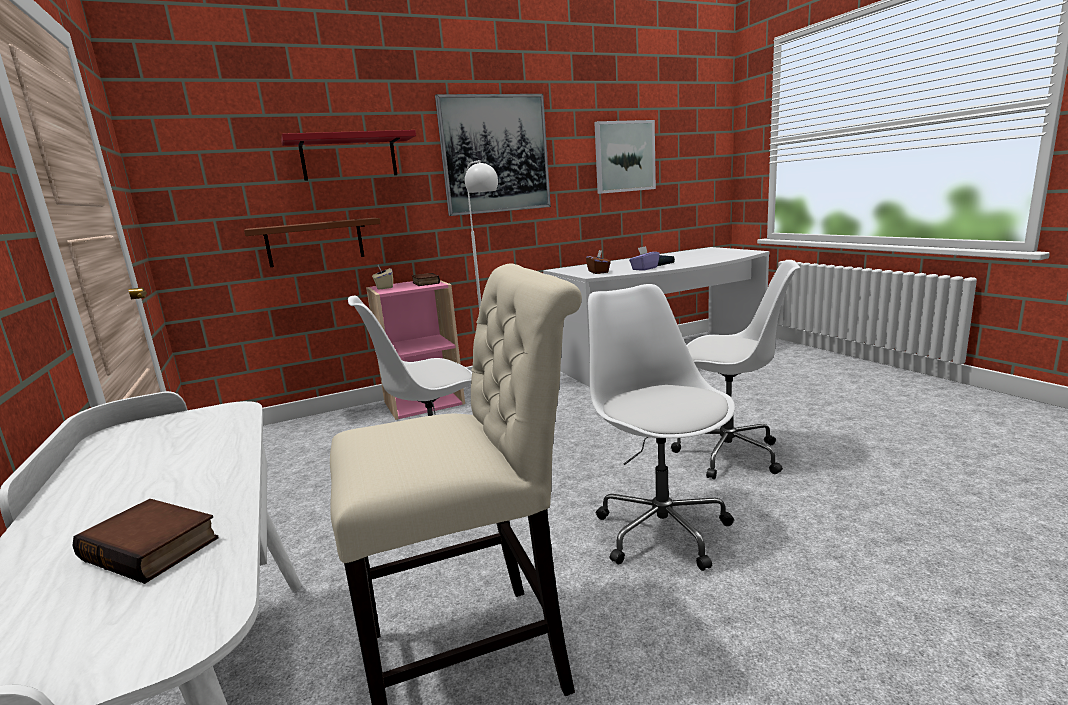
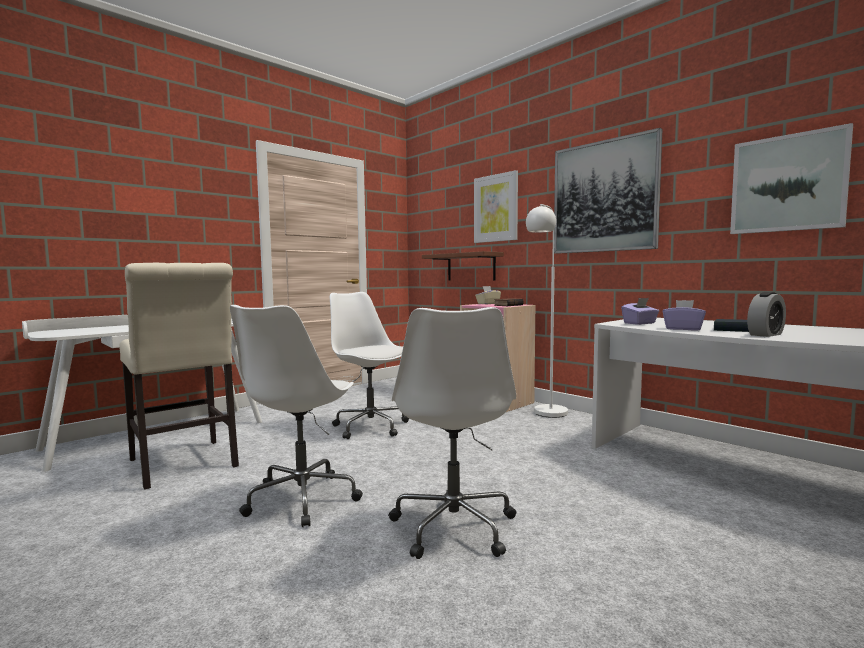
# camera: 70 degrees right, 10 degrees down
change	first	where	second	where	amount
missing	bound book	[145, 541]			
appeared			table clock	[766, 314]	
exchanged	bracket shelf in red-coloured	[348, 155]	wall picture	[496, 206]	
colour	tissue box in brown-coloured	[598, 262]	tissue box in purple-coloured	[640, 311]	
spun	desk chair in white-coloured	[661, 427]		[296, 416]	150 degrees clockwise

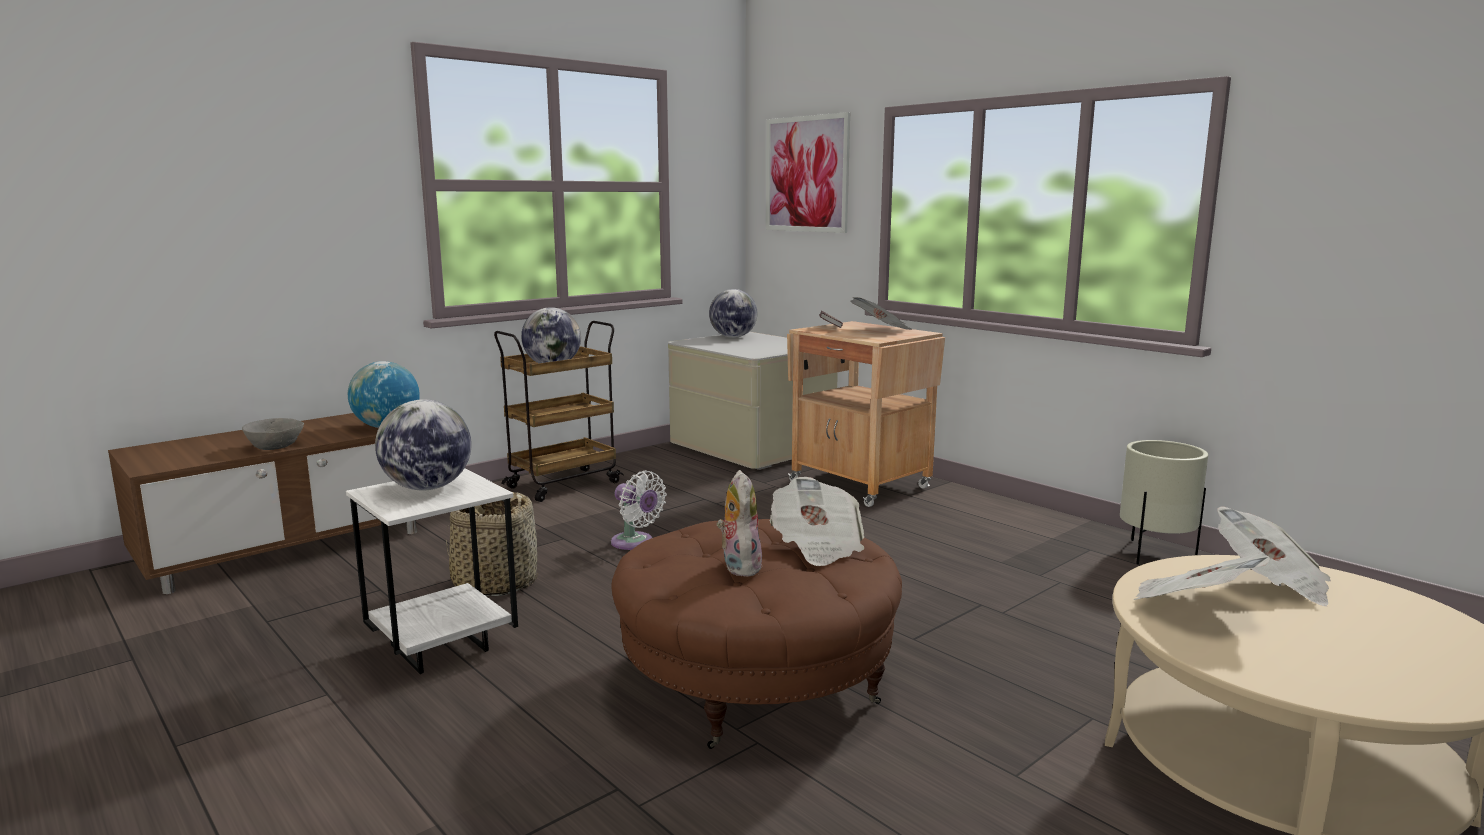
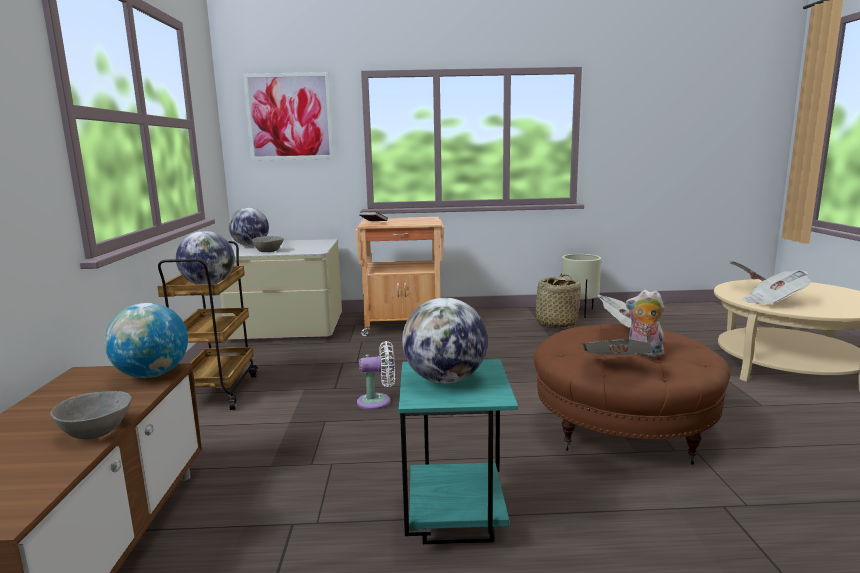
# camera: 50 degrees left, 0 degrees up
change	first	where	second	where	amount
appeared			bowl in greyish	[268, 244]	
relocated	storage basket	[492, 544]		[556, 301]	
relocated	printed paper	[881, 313]		[617, 347]	
colour	accent table in white-coloured	[432, 571]	accent table in turquoise	[458, 451]	

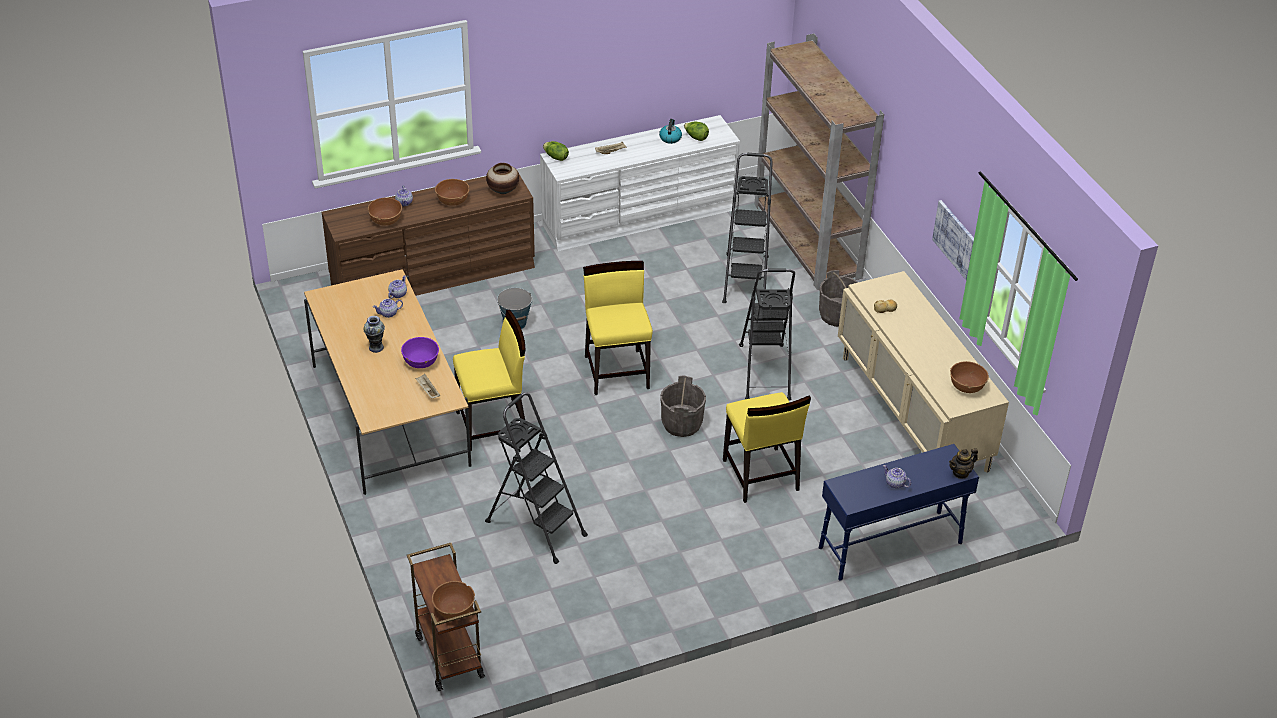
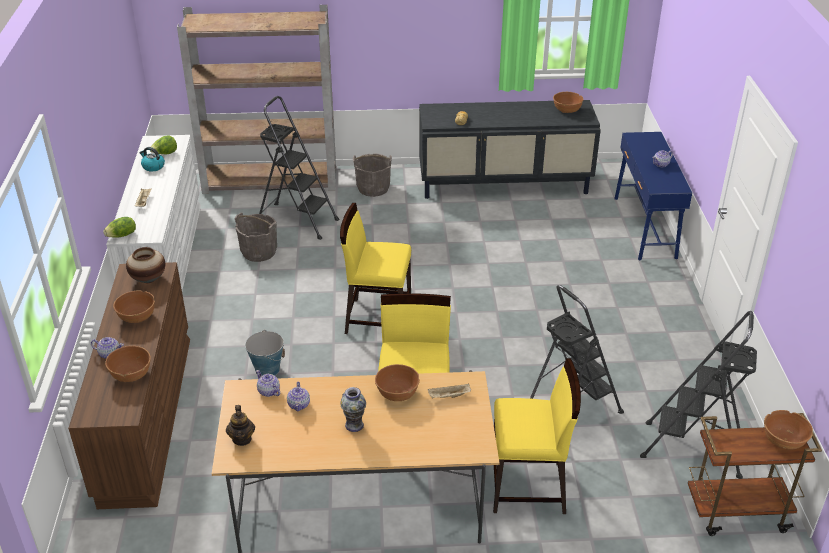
# camera: 70 degrees left, 5 degrees down
change	first	where	second	where	amount
missing	wall picture	[953, 240]			
relocated	bucket in greyish	[683, 406]		[256, 237]	
relocated	upright chair in yellowish	[767, 447]		[537, 436]	
relocated	step stool	[767, 335]		[698, 395]	
relocated	pot for tea	[963, 463]		[240, 425]	
colour	bowl in purple-coloured	[420, 352]	bowl in brown-coloured	[397, 382]	
colour	storage cabinet in sand-coloured	[923, 371]	storage cabinet in black	[510, 149]	

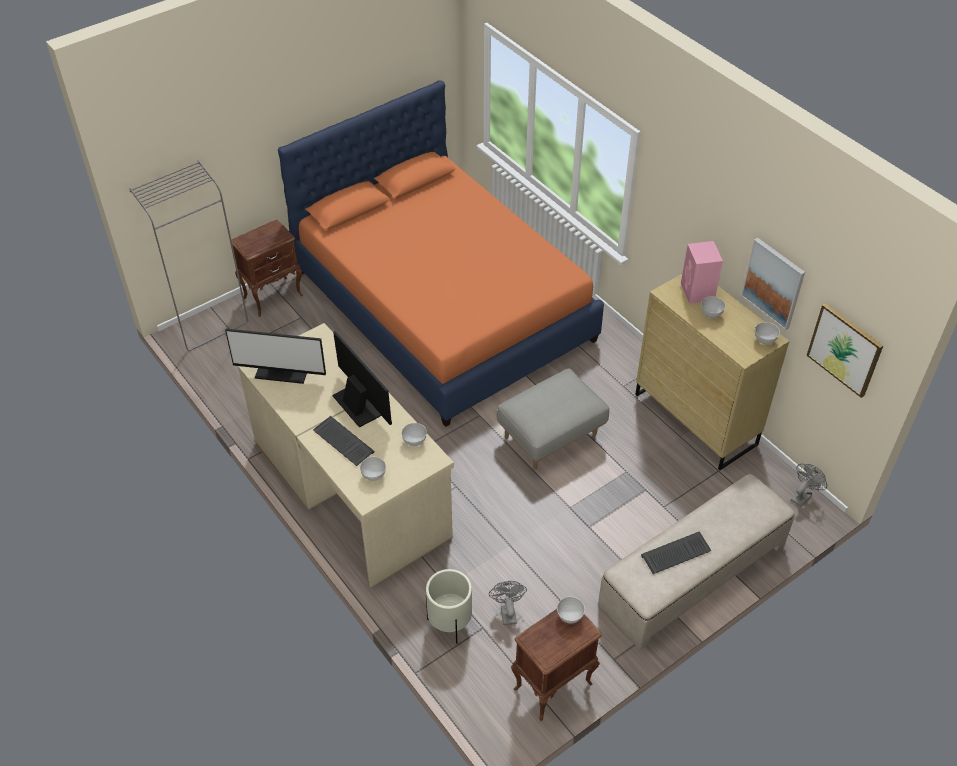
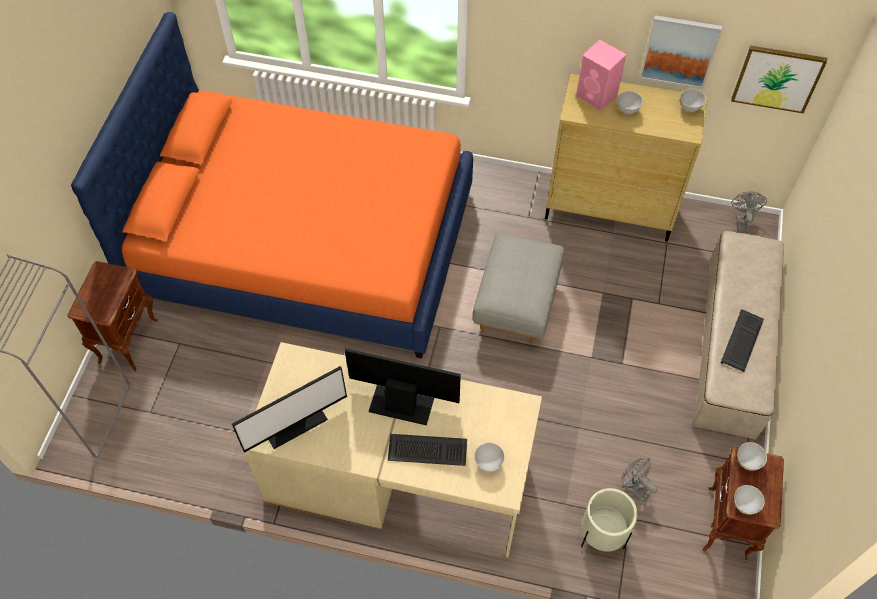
# camera: 40 degrees left, 10 degrees up
change	first	where	second	where	amount
relocated	bowl in greyish	[414, 434]		[749, 500]	

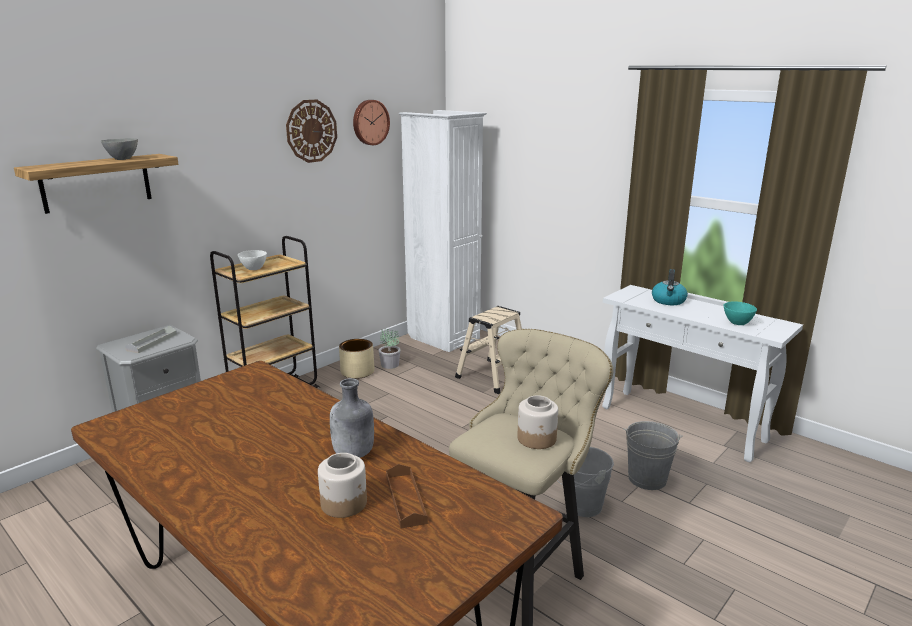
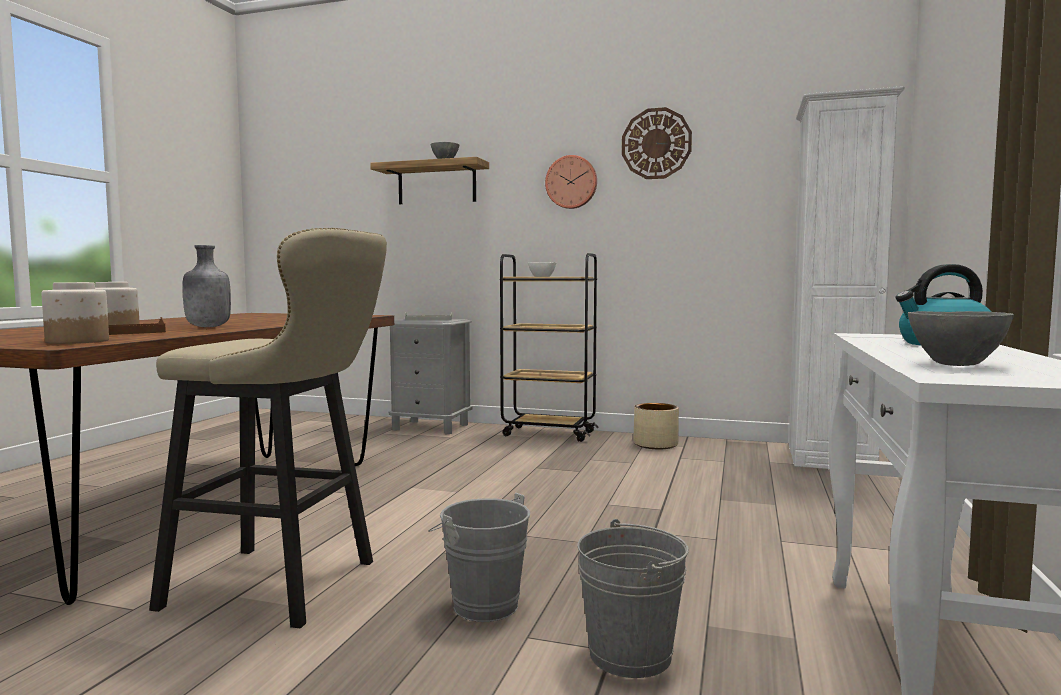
# camera: 65 degrees right, 15 degrees down
change	first	where	second	where	amount
missing	houseplant	[390, 349]			
missing	step stool in sand-coloured	[488, 350]			
relocated	hanging clock	[371, 122]		[571, 182]	
relocated	storage jar	[537, 422]		[75, 313]	
colour	bowl in turquoise	[740, 313]	bowl in greyish	[961, 338]	

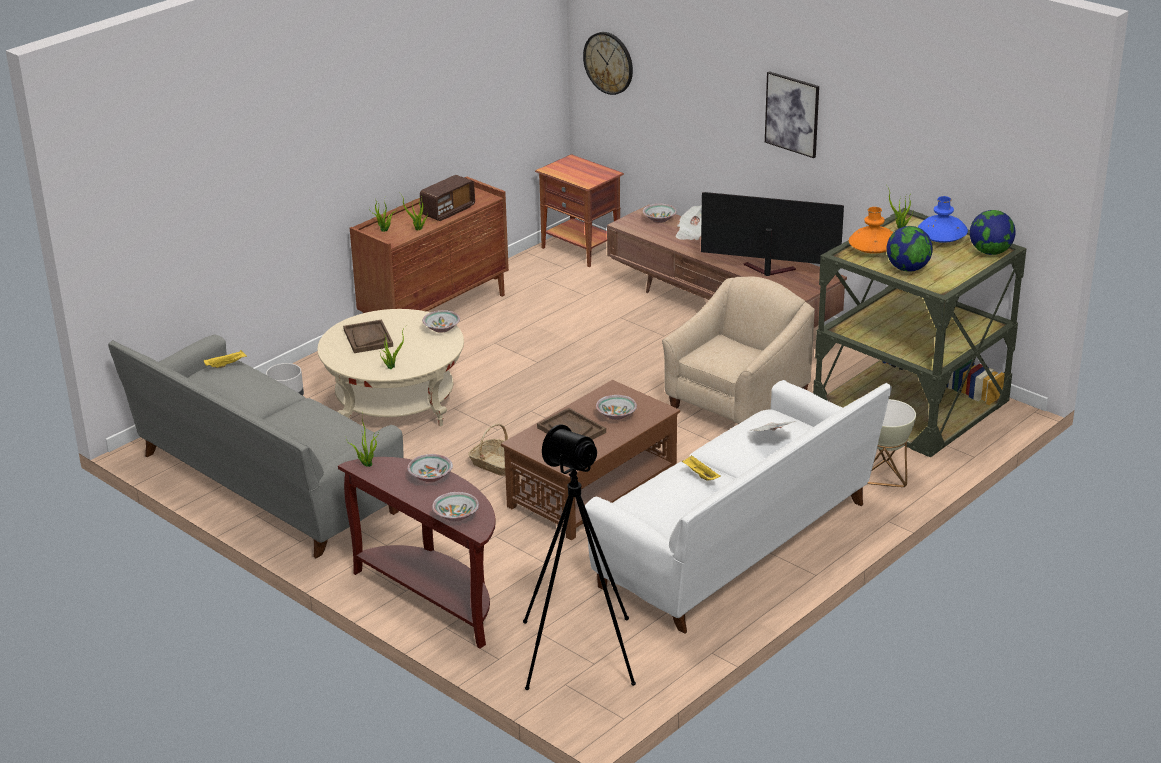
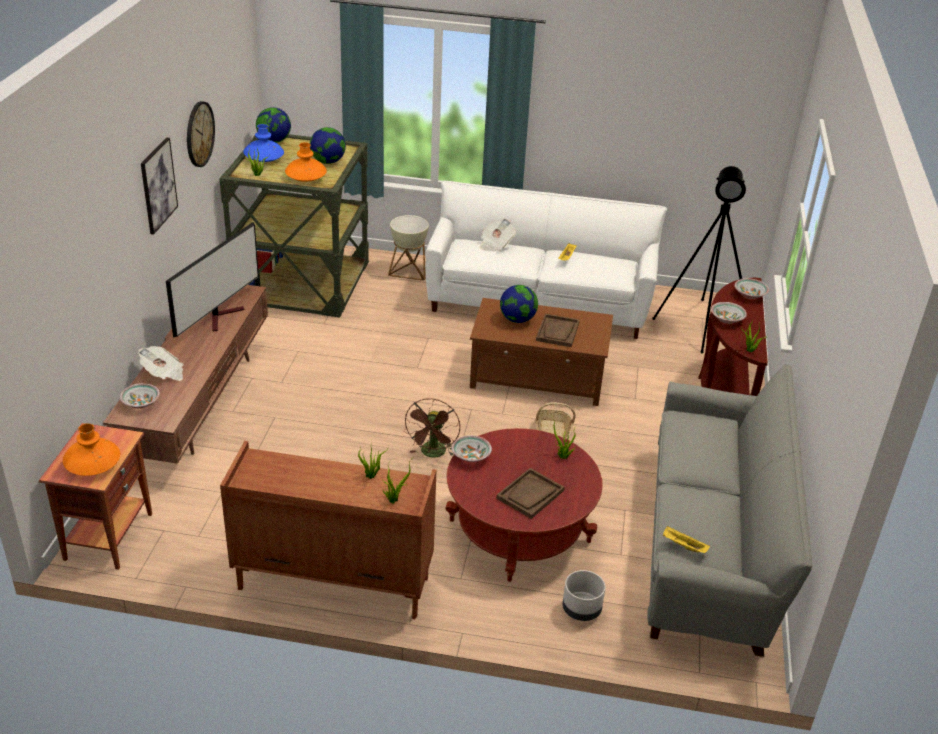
# camera: 125 degrees left, 5 degrees up
change	first	where	second	where	amount
missing	radio	[447, 198]			
missing	armchair in sand-coloured	[738, 350]			
appeared			flower vase in orange	[91, 449]	
appeared			cooling fan in brown-coloured	[432, 427]	
relocated	hanging clock	[608, 63]		[201, 134]	
exchanged	bowl	[616, 407]	world globe	[519, 304]	
colour	low table in sand-coloured	[390, 367]	low table in red-coloured	[524, 505]	
spun	TV	[772, 234]		[212, 280]	135 degrees counterclockwise

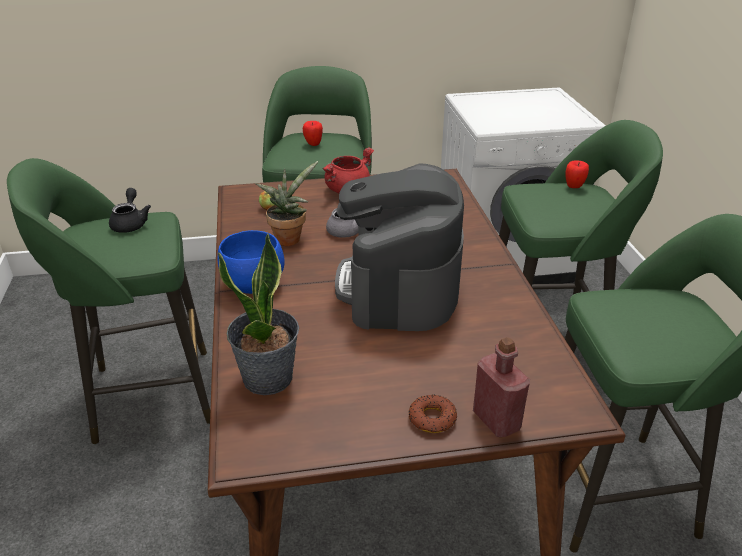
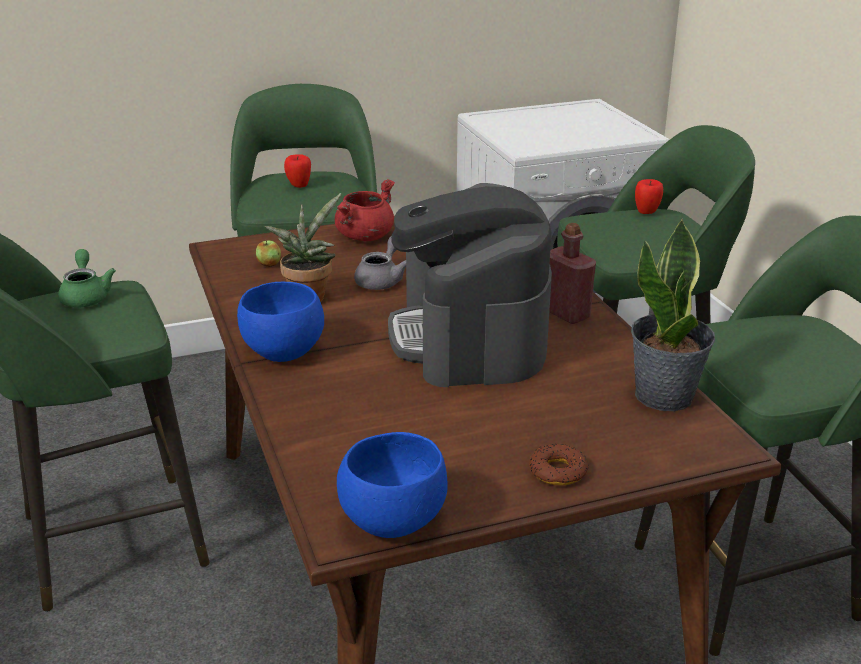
# camera: 10 degrees left, 5 degrees down
change	first	where	second	where	amount
appeared			bowl in blue-coloured	[392, 485]	
relocated	houseplant	[258, 314]		[673, 314]	
relocated	beverage bottle in red-coloured	[501, 387]		[572, 273]	
colour	pot for tea in black	[130, 210]	pot for tea in greenish	[87, 278]	

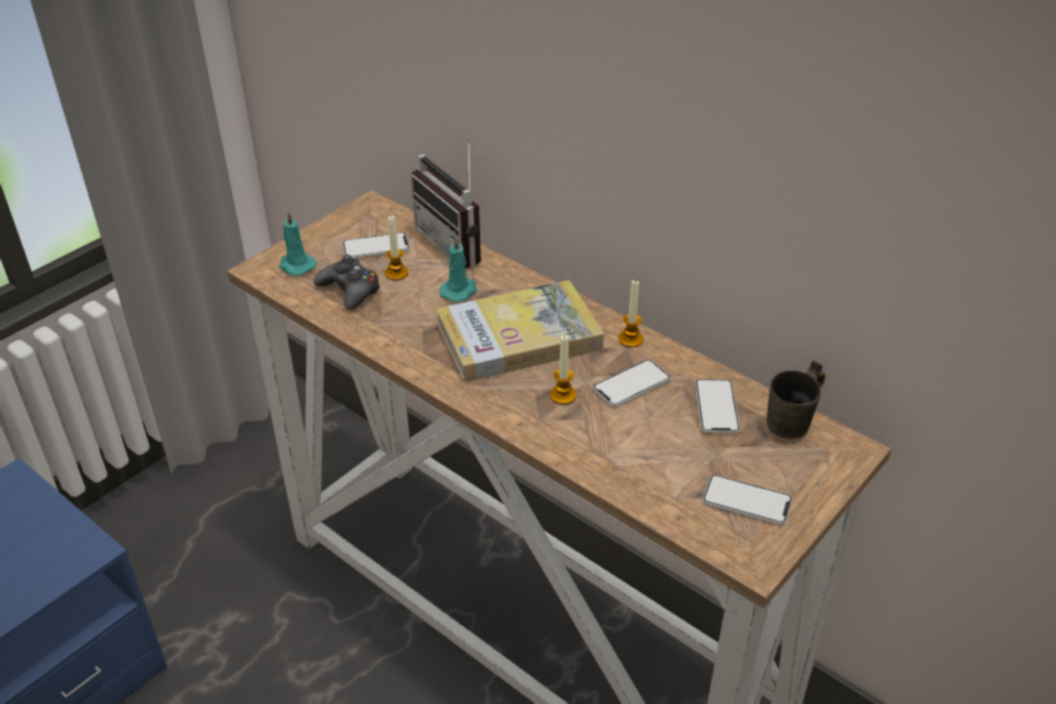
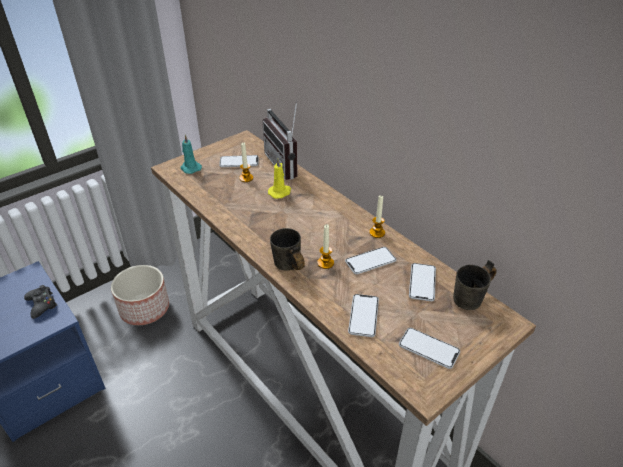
# camera: 10 degrees right, 0 degrees up
change	first	where	second	where	amount
missing	bound book	[520, 331]			
appeared			plant pot	[140, 295]	
appeared			tea mug in greyish	[287, 249]	
appeared			handset	[363, 315]	
relocated	joypad in black	[347, 282]		[40, 302]	
colour	candle in turquoise	[458, 269]	candle in yellowish	[279, 178]	

